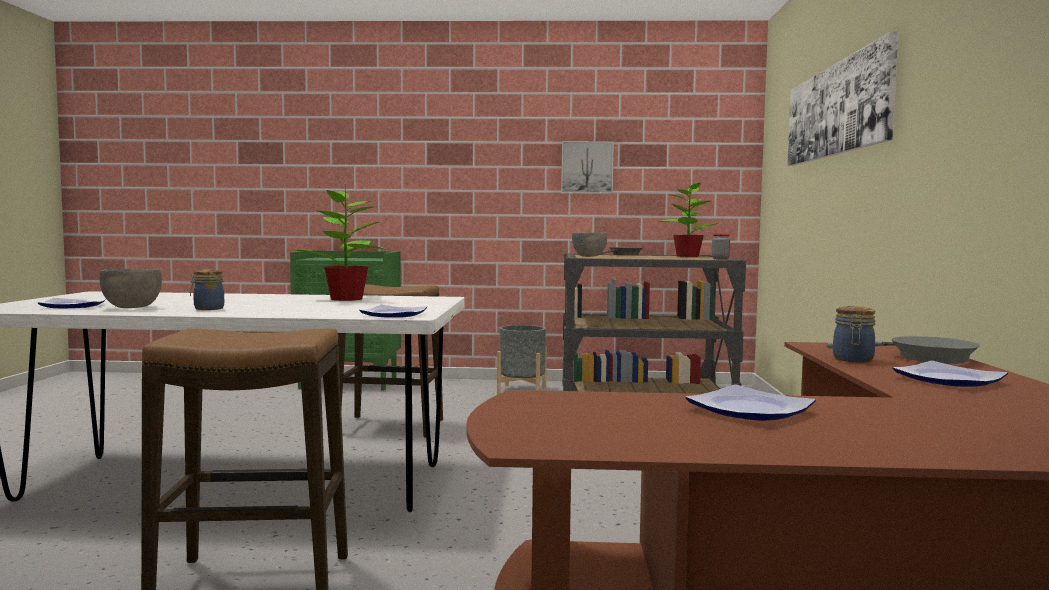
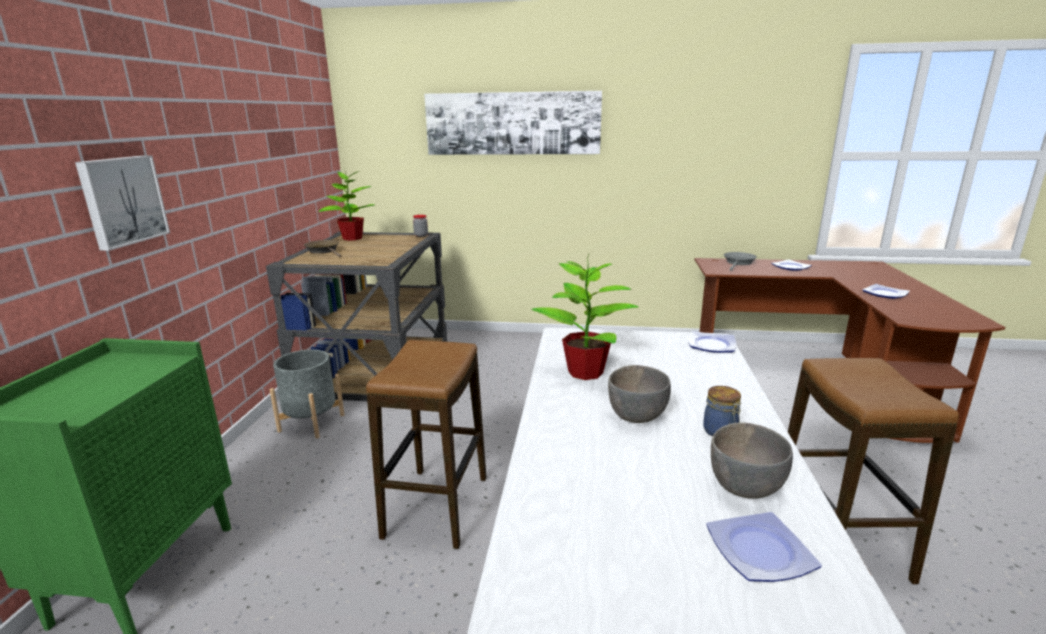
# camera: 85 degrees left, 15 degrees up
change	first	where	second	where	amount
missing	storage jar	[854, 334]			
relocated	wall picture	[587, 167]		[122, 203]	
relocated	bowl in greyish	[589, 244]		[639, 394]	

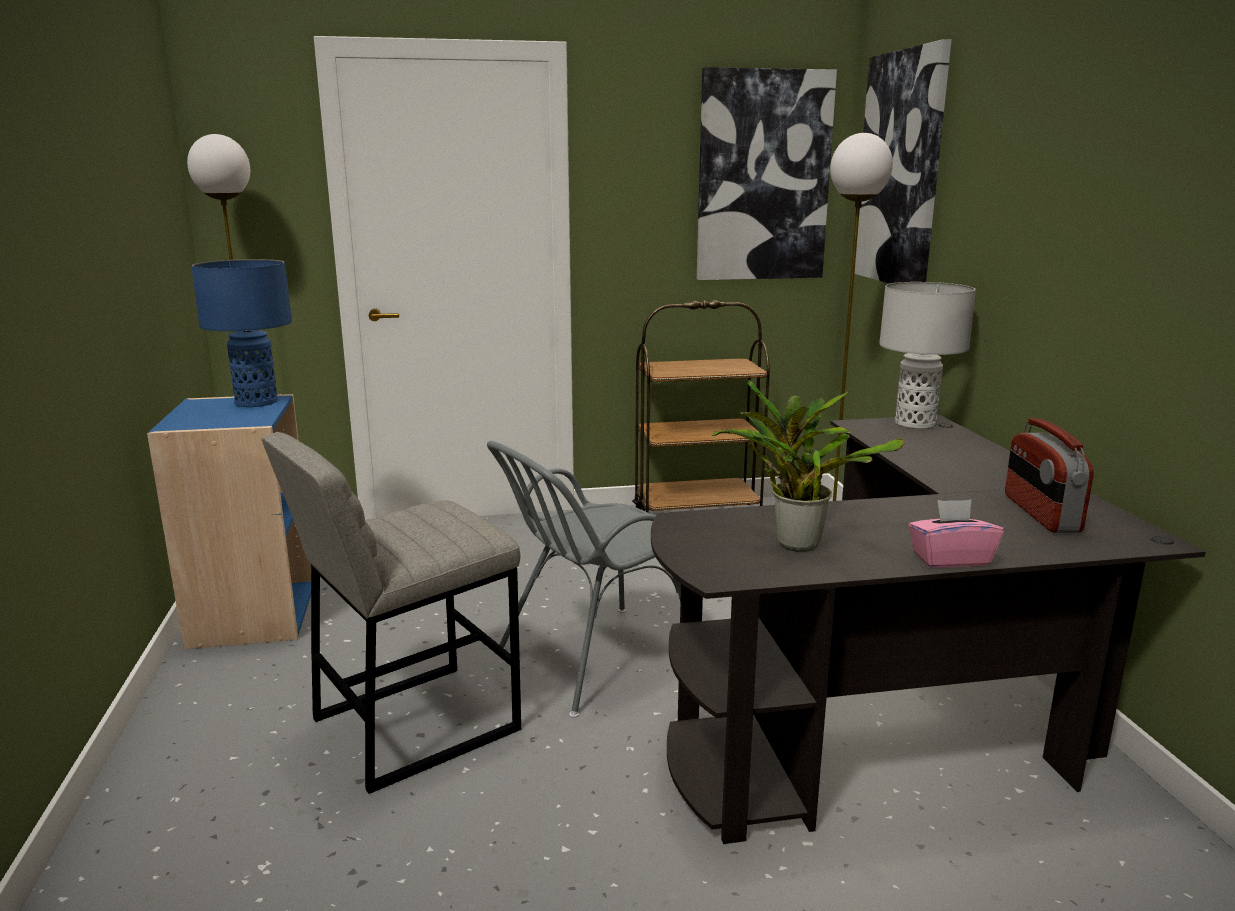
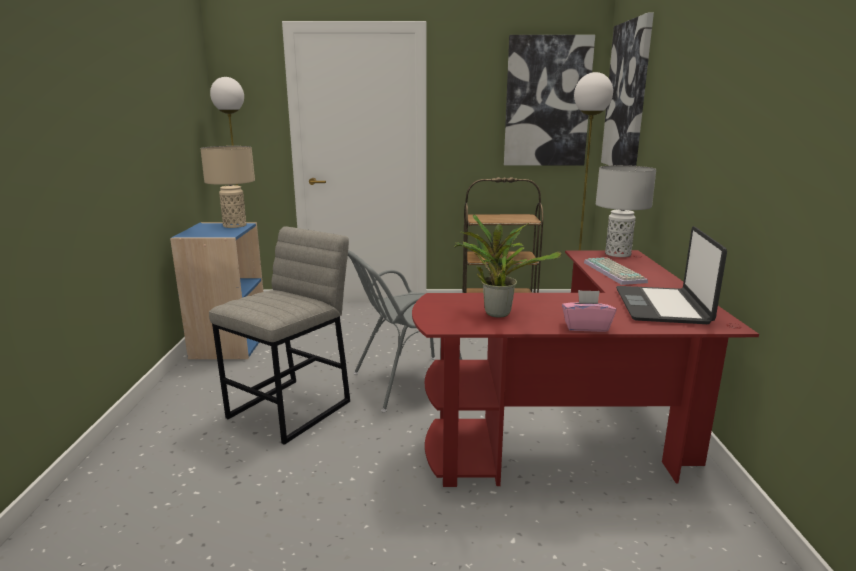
# camera: 10 degrees right, 0 degrees up
change	first	where	second	where	amount
appeared			PC keyboard	[616, 271]	
exchanged	radio	[1049, 475]	portable computer	[671, 275]	
colour	tabletop lamp in blue-coloured	[241, 333]	tabletop lamp in sand-coloured	[228, 187]	
colour	desk unit in black	[928, 629]	desk unit in red-coloured	[585, 368]	
spun	upright chair in greyish	[391, 613]		[279, 335]	150 degrees clockwise

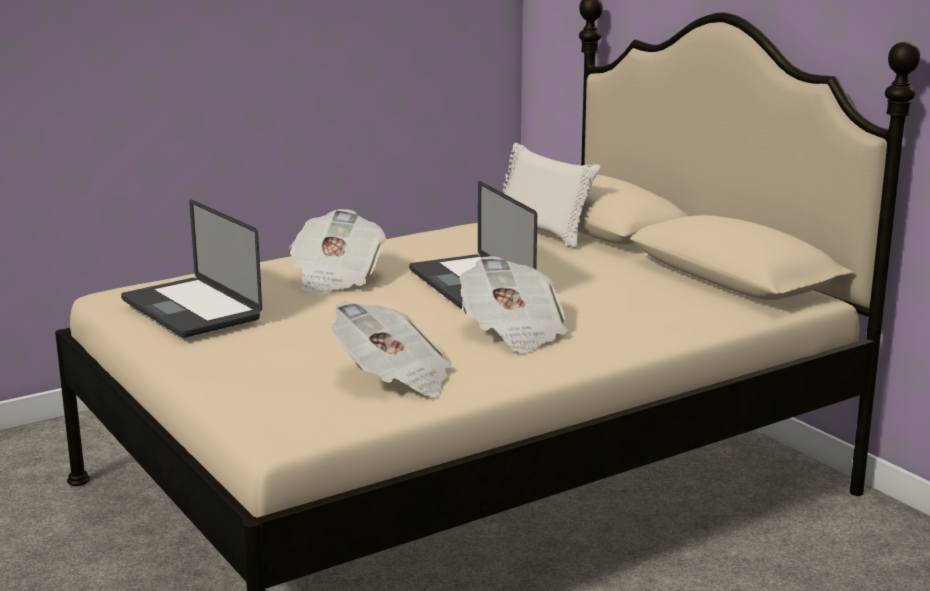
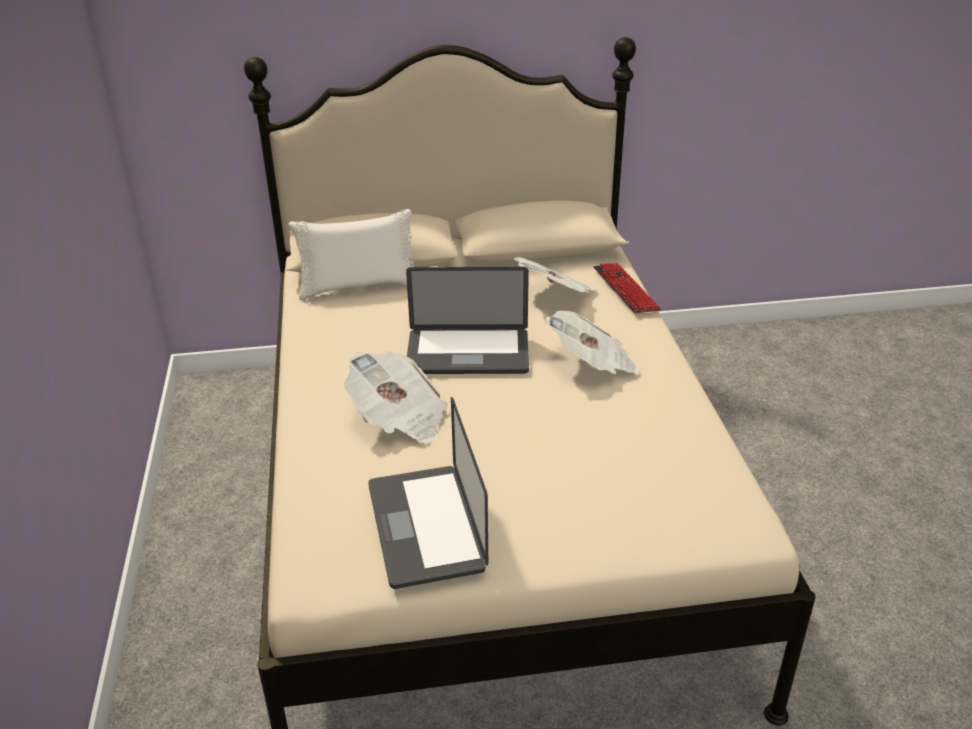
# camera: 65 degrees left, 15 degrees up
change	first	where	second	where	amount
appeared			PC keyboard	[627, 288]	
relocated	printed paper	[391, 349]		[554, 275]	
spun	portable computer	[191, 269]		[428, 493]	90 degrees clockwise

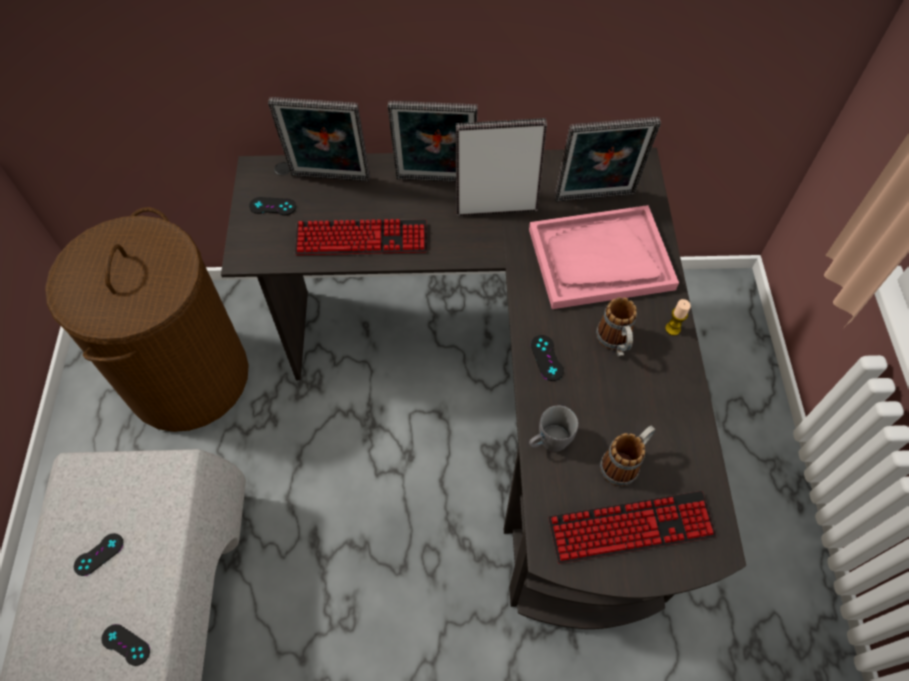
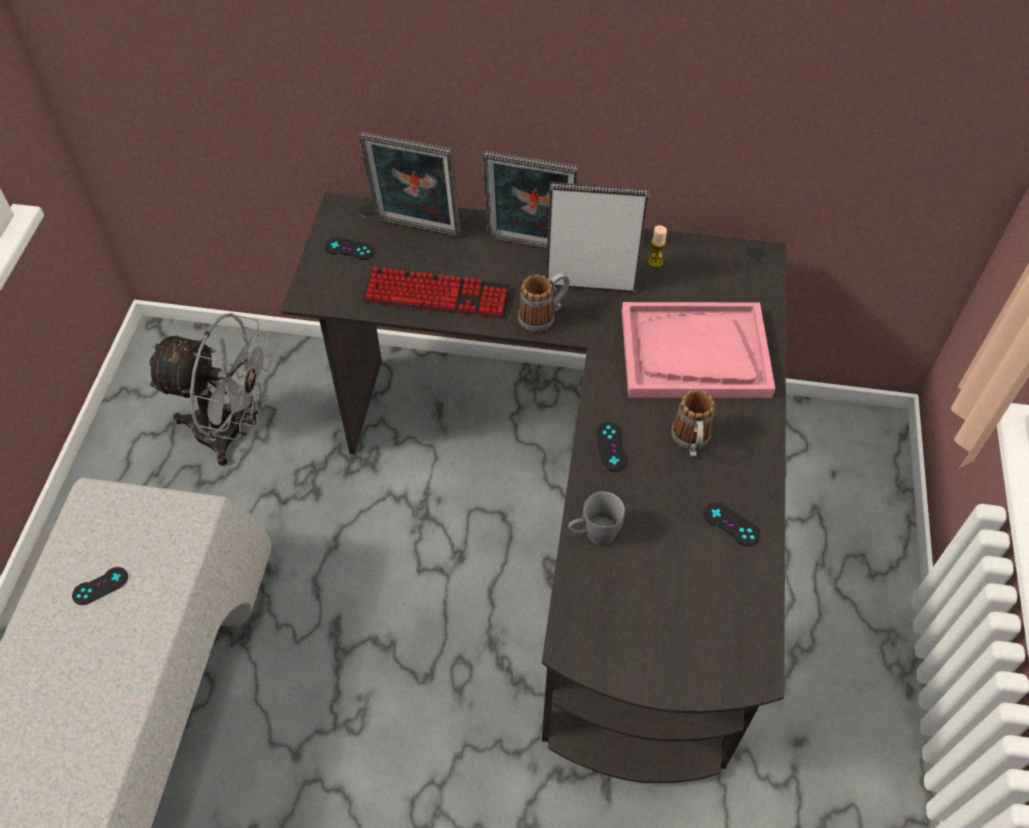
# camera: 10 degrees right, 5 degrees down
change	first	where	second	where	amount
missing	PC keyboard	[632, 527]			
missing	picture frame	[608, 159]			
relocated	joypad in black	[125, 645]		[731, 524]	
relocated	tea mug	[628, 455]		[543, 303]	
relocated	candle	[678, 317]		[657, 246]	
exchanged	hamper in brown-coloured	[147, 319]	cooling fan in greyish	[209, 389]	

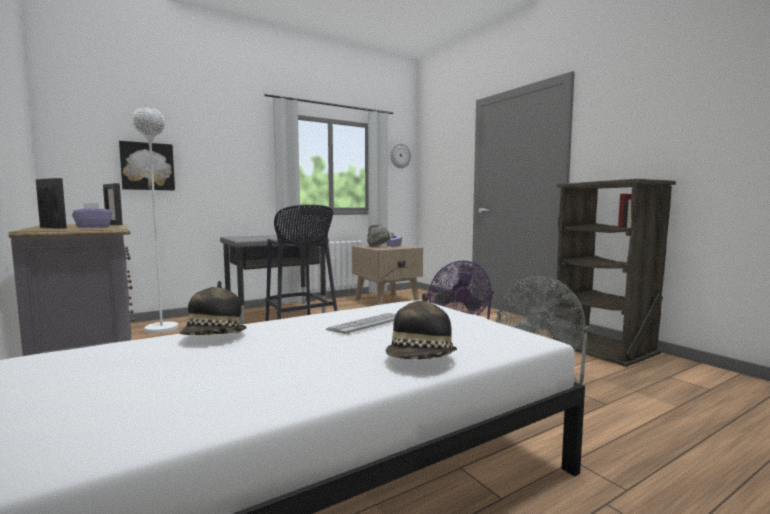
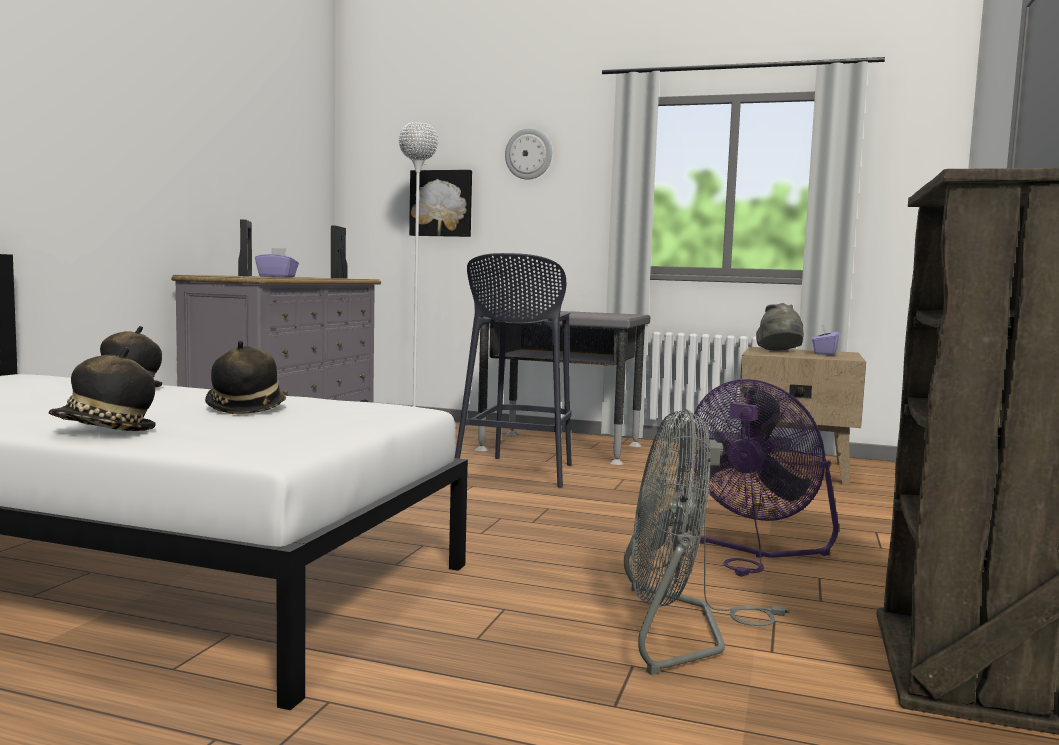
# camera: 50 degrees right, 0 degrees up
change	first	where	second	where	amount
relocated	hanging clock	[400, 155]		[528, 154]	
exchanged	PC keyboard	[361, 324]	clothing hat	[245, 377]	

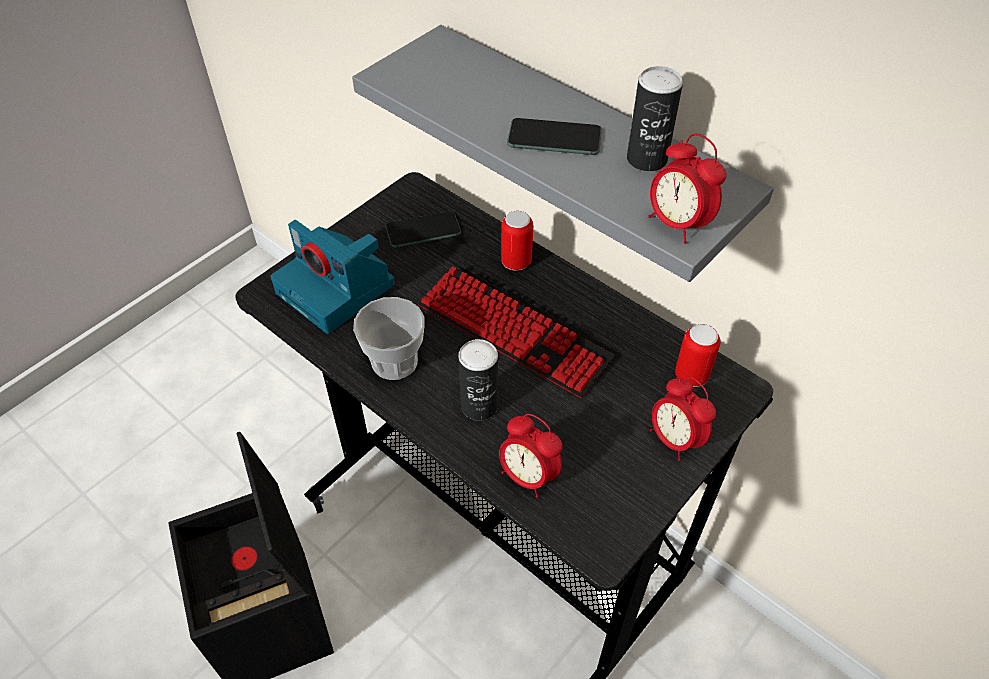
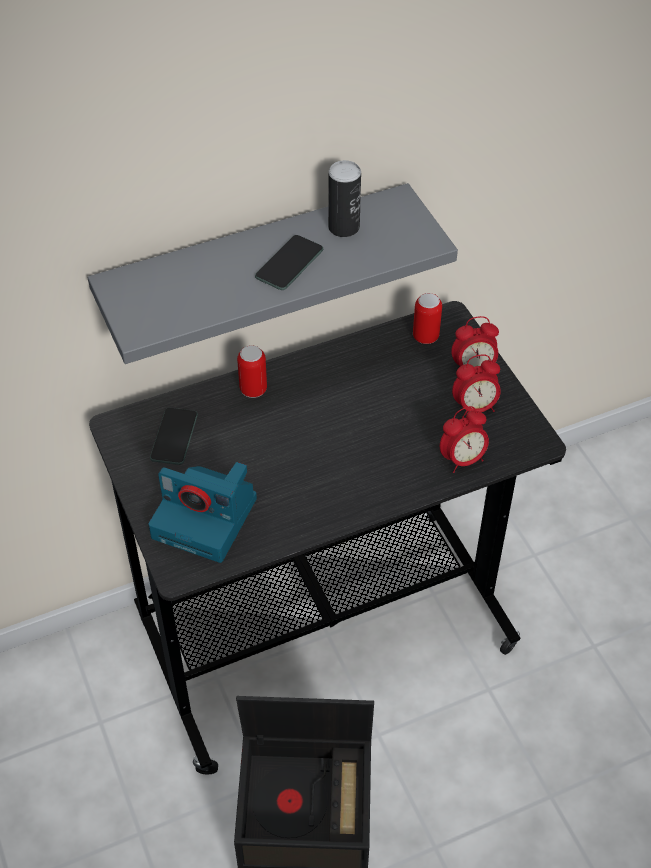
# camera: 65 degrees left, 0 degrees up
change	first	where	second	where	amount
missing	small cup	[388, 338]			
missing	PC keyboard	[516, 332]			
missing	metal can	[478, 380]			
relocated	table clock	[687, 188]		[476, 386]	
spun	still camera	[332, 277]		[202, 512]	45 degrees clockwise

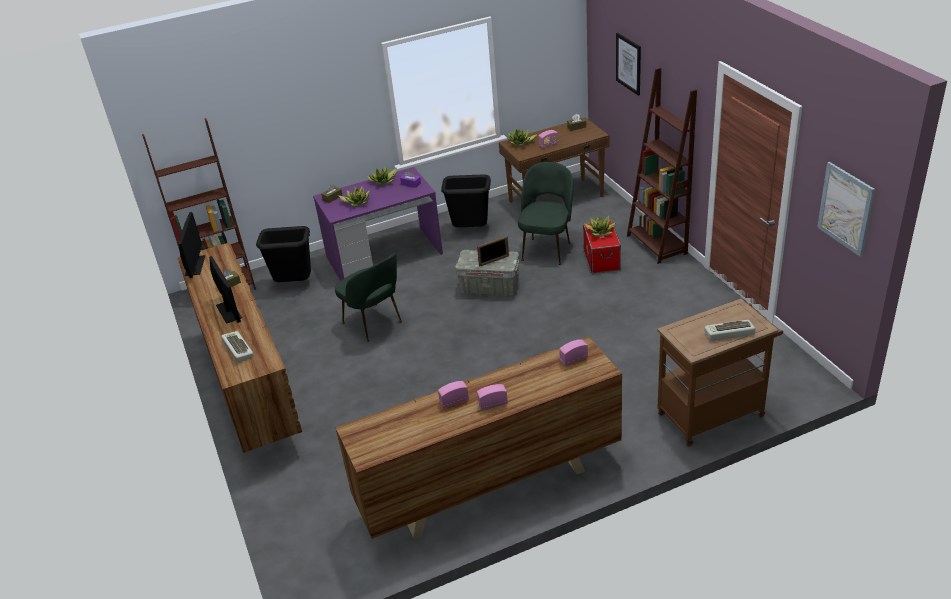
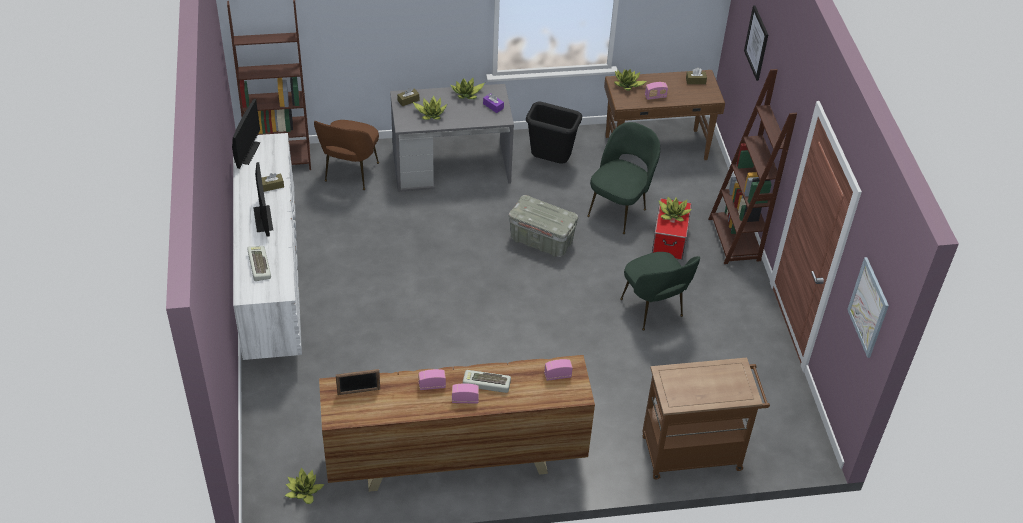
# camera: 10 degrees right, 10 degrees up
change	first	where	second	where	amount
appeared			houseplant	[305, 486]	
relocated	upright chair in greenish	[368, 297]		[660, 291]	
relocated	picture frame	[493, 251]		[358, 382]	
relocated	PC keyboard	[730, 330]		[487, 381]	
exchanged	rubbish bin in black	[283, 254]	upright chair in brown-coloured	[346, 155]	
colour	storage cabinet in brown-coloured	[239, 347]	storage cabinet in white-coloured	[267, 246]	
colour	desk unit in purple-coloured	[378, 224]	desk unit in greyish	[452, 138]	

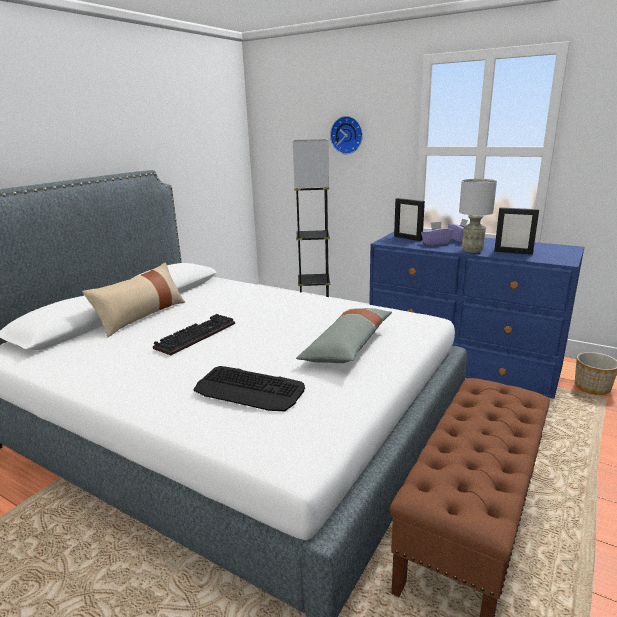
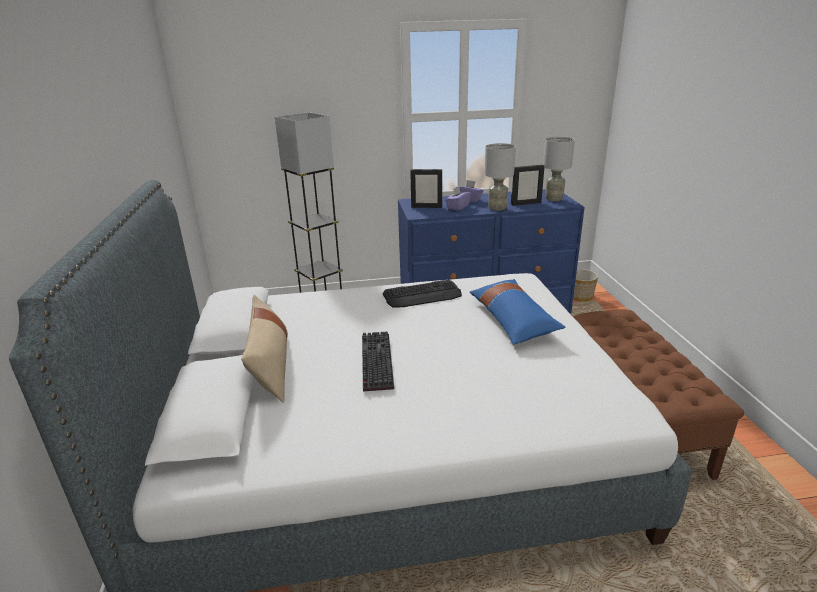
# camera: 40 degrees left, 5 degrees up
change	first	where	second	where	amount
missing	hanging clock	[346, 135]			
appeared			tabletop lamp in greyish	[559, 169]	
relocated	PC keyboard	[249, 388]		[422, 294]	
colour	throw pillow in greyish	[344, 335]	throw pillow in blue-coloured	[518, 312]	

